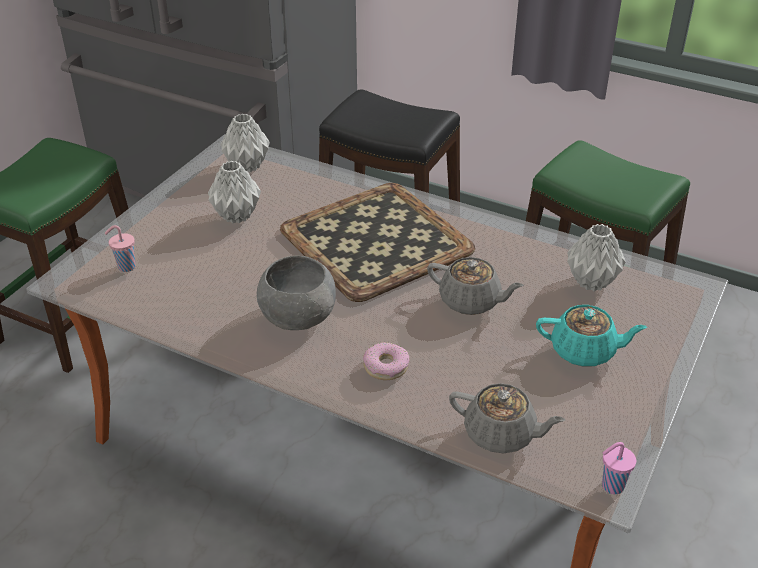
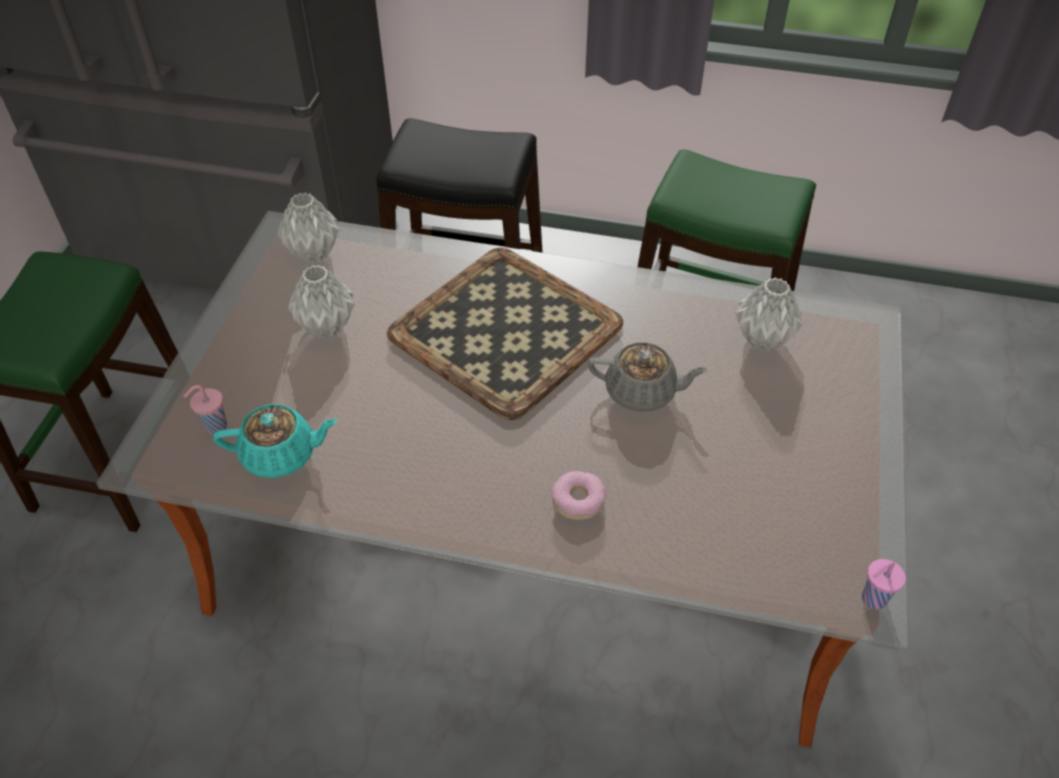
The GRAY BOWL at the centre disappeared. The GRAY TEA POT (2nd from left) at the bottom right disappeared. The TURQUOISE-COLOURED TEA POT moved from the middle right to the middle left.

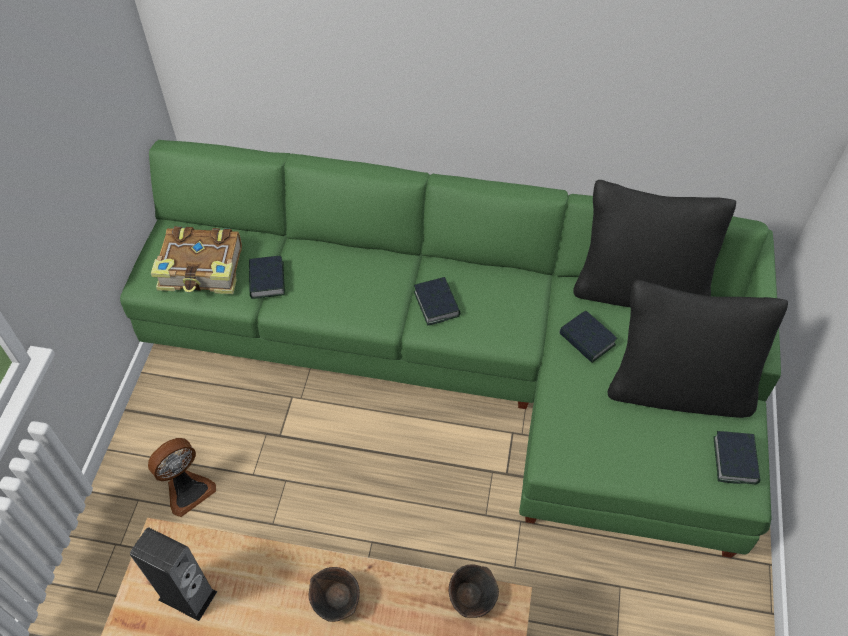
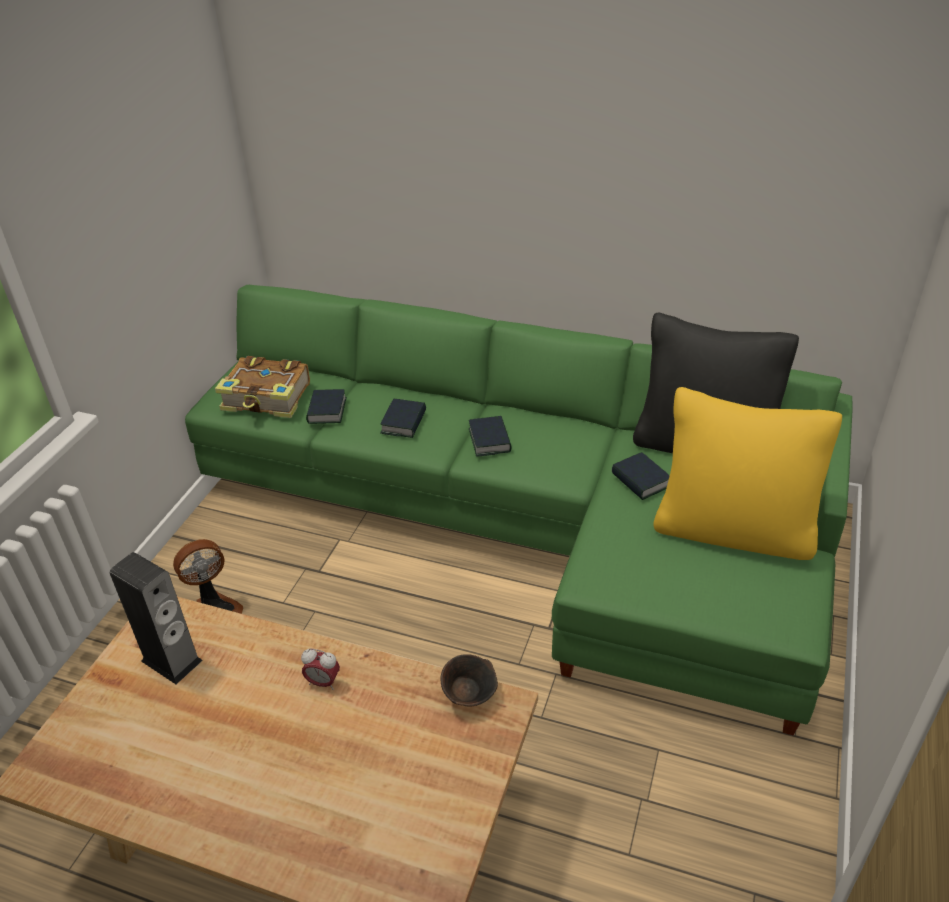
The BROWN-COLOURED BOWL (1st from left) at the bottom centre was replaced by the BEDSIDE CLOCK at the bottom centre. The BLACK THROW PILLOW (2nd from left) at the middle right became the YELLOWISH THROW PILLOW at the middle right. The BOOK (5th from left in the first image) moved from the bottom right to the centre.

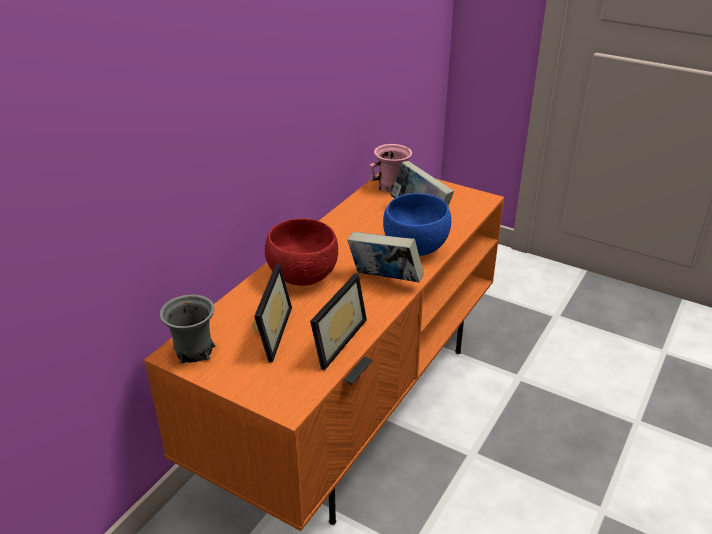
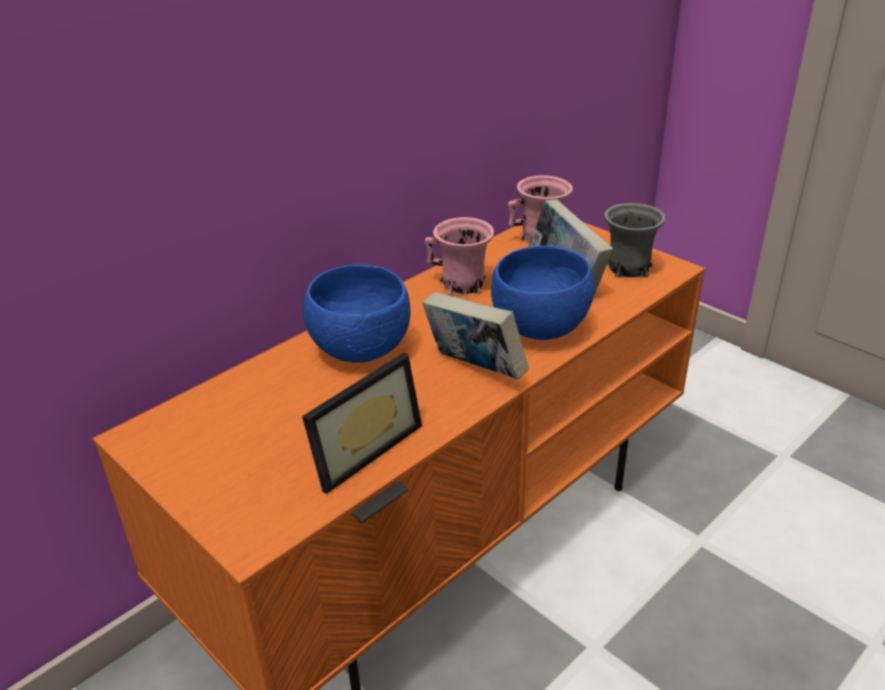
The GRAY TEA MUG moved from the middle left to the middle right. The STANDING FRAME (1st from left) at the centre disappeared. The RED BOWL at the centre became the BLUE BOWL (1st from left) at the centre. The PINKISH TEA MUG (1st from left) at the centre appeared.

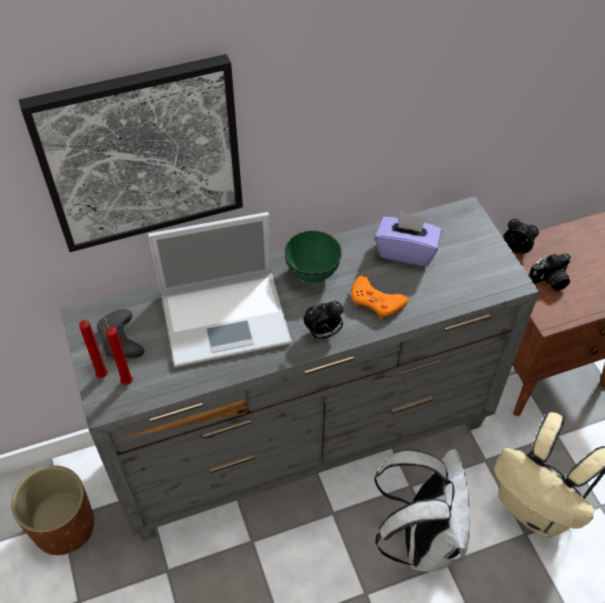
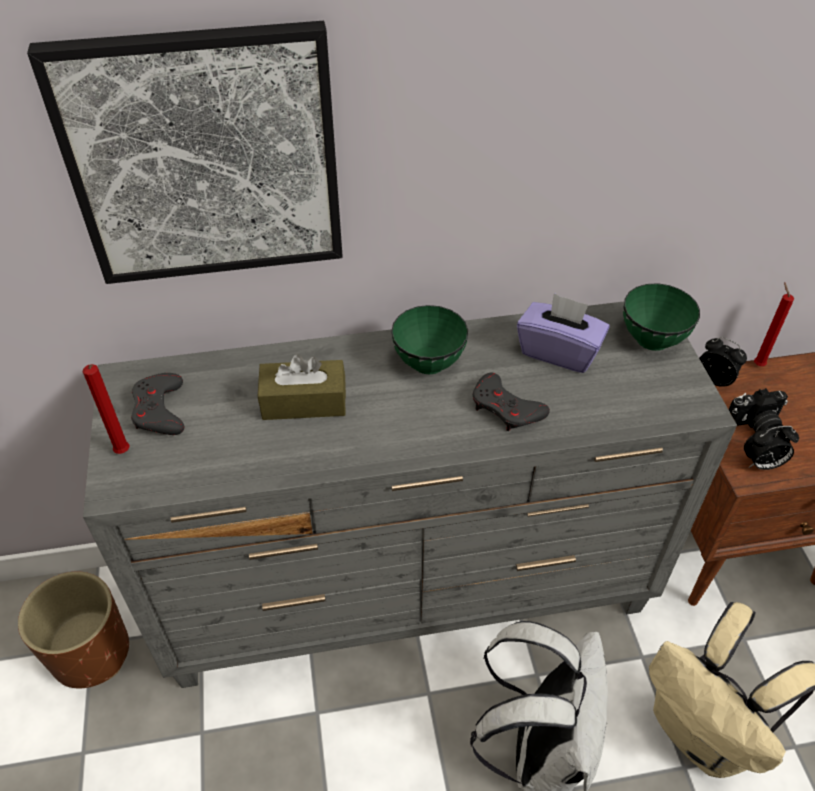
The RED WAX CANDLE (2nd from left) moved from the middle left to the middle right. The NOTEBOOK COMPUTER at the centre was replaced by the BROWN-COLOURED TISSUE BOX at the centre. The BEDSIDE CLOCK (1st from left in the first image) moved from the centre to the middle right. The ORANGEY JOYPAD at the centre became the GRAY JOYPAD (2nd from left) at the centre. The GREEN-COLOURED BOWL (2nd from left) at the middle right appeared.

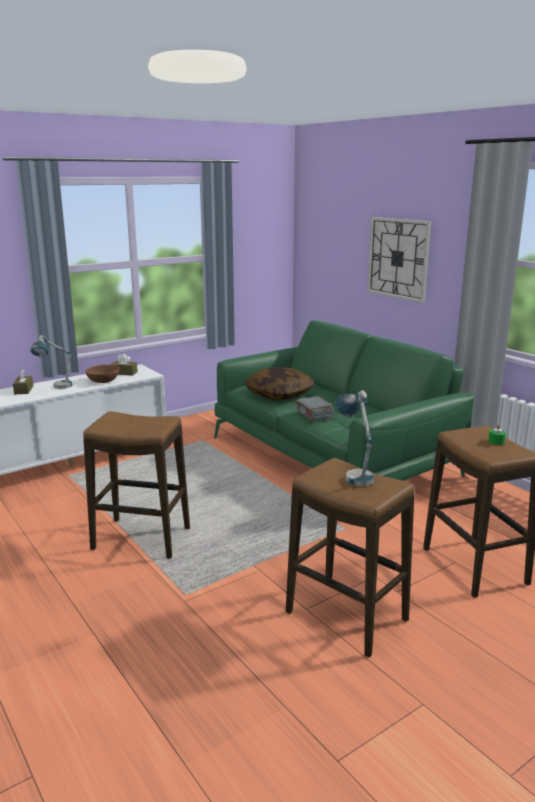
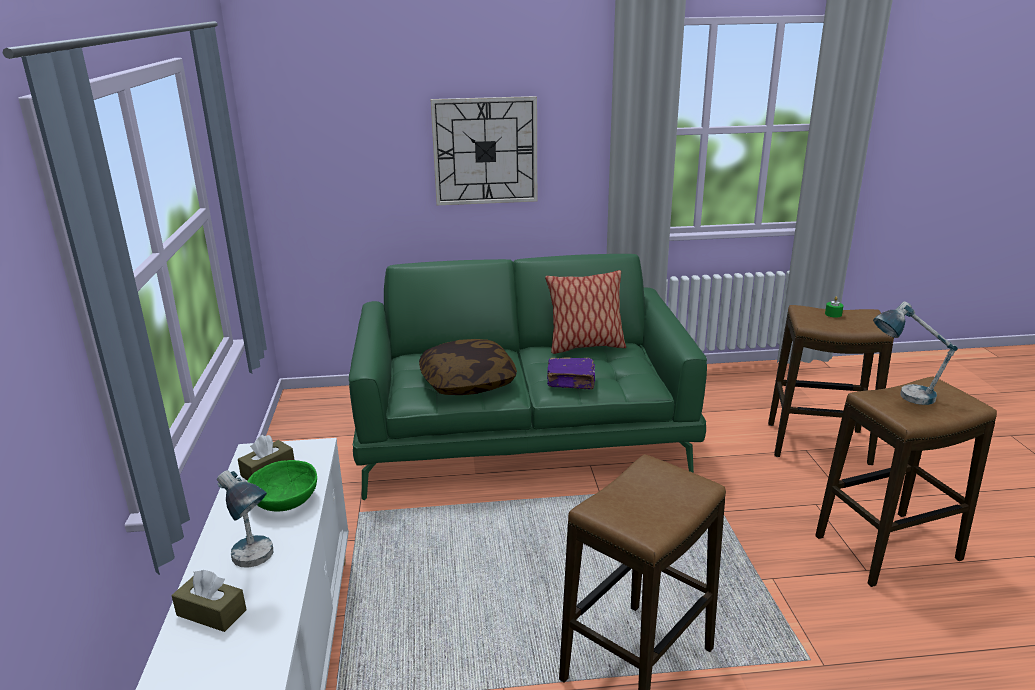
The BROWN-COLOURED BOWL at the middle left became the GREEN-COLOURED BOWL at the bottom left. The GRAY BOOK at the centre became the PURPLE BOOK at the centre. The THROW PILLOW (2nd from left) at the centre appeared.

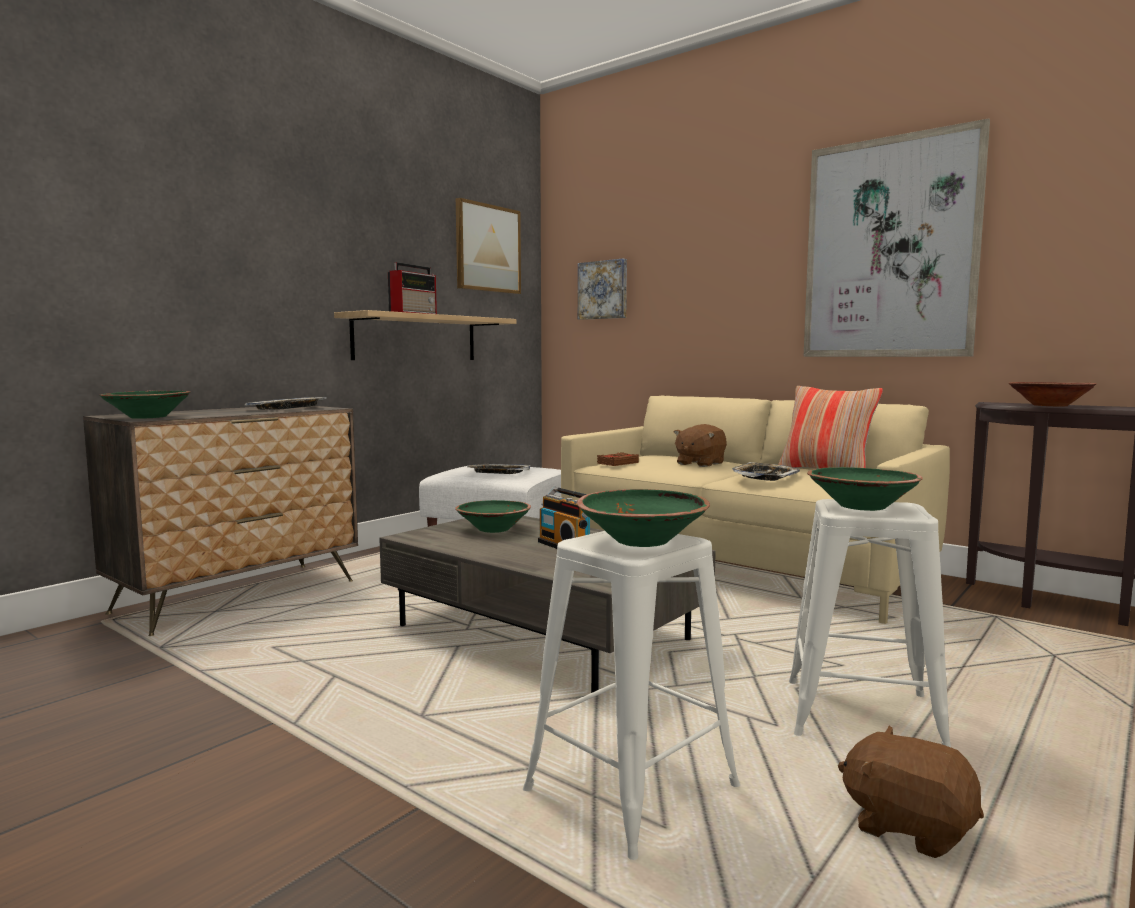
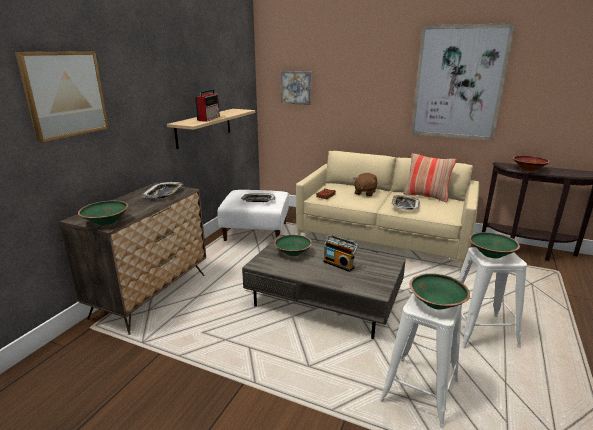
The WALL PICTURE (1st from left) moved from the top centre to the top left. The BROWN-COLOURED SOFT TOY (2nd from left) at the bottom right disappeared.

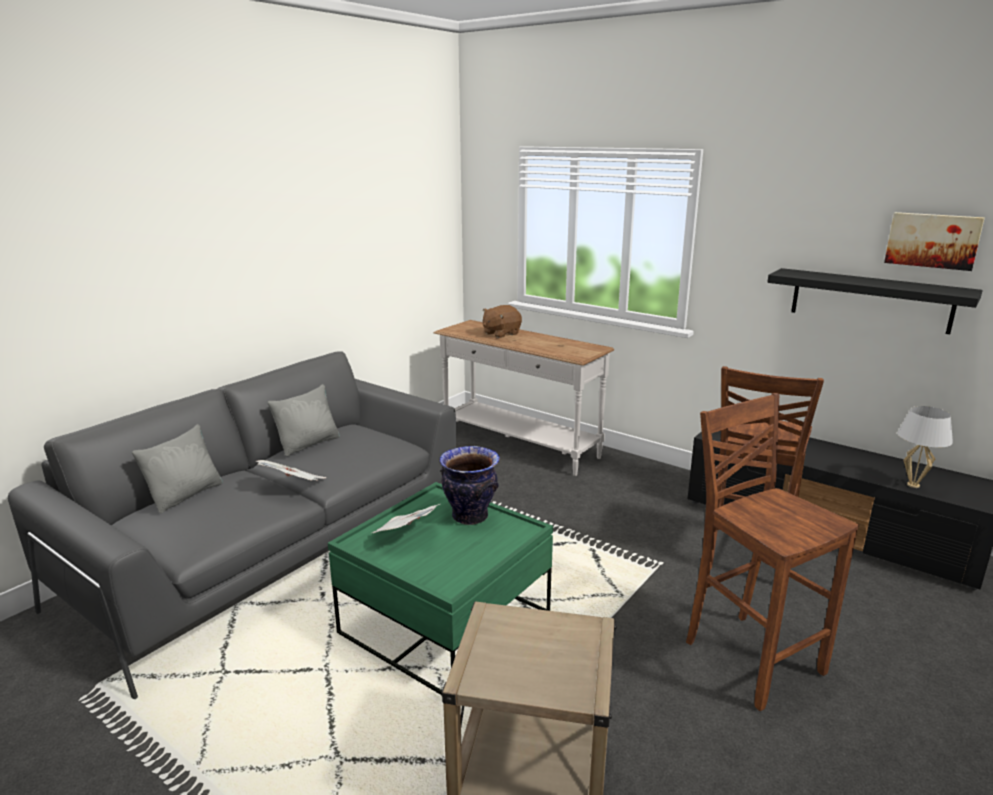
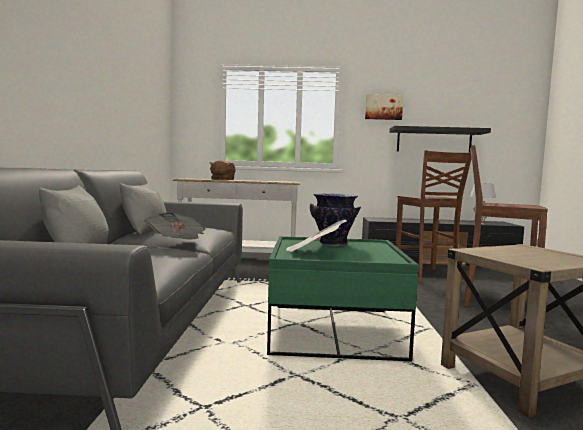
The WALL PICTURE moved from the top right to the top centre.

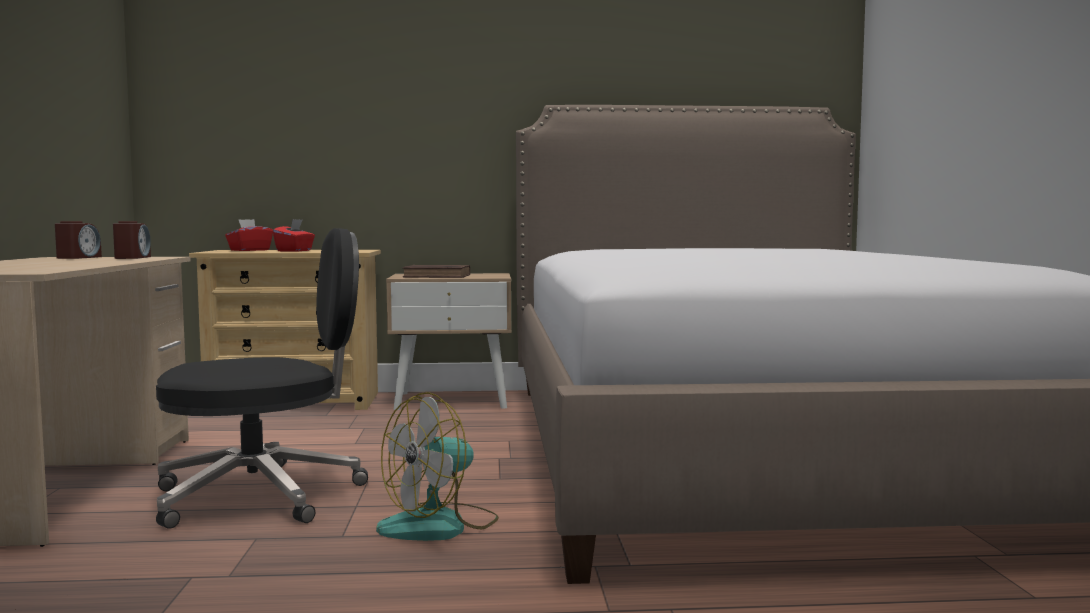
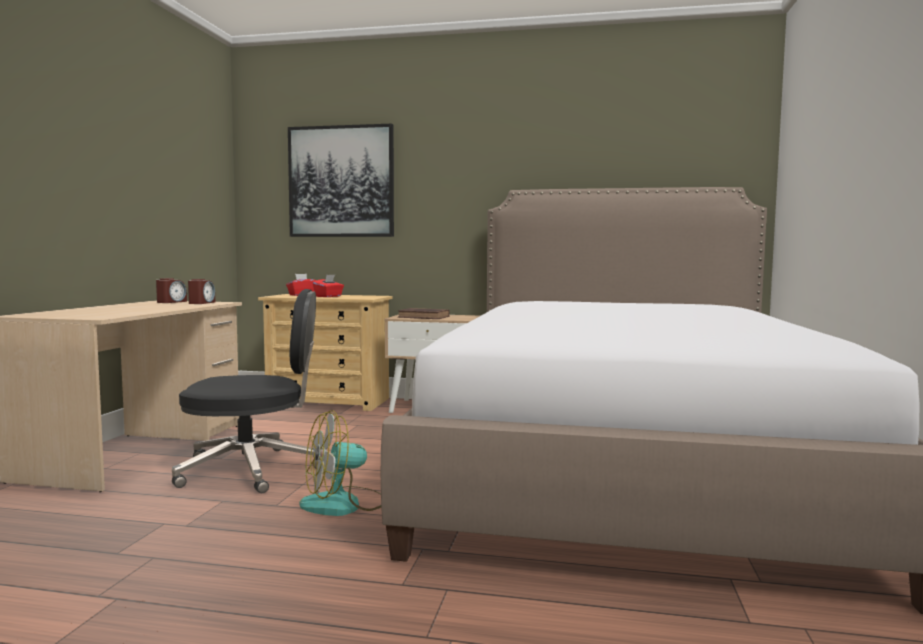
The WALL PICTURE at the top centre appeared.

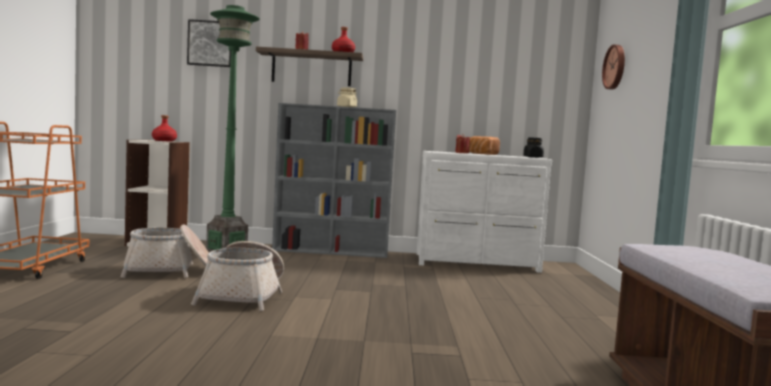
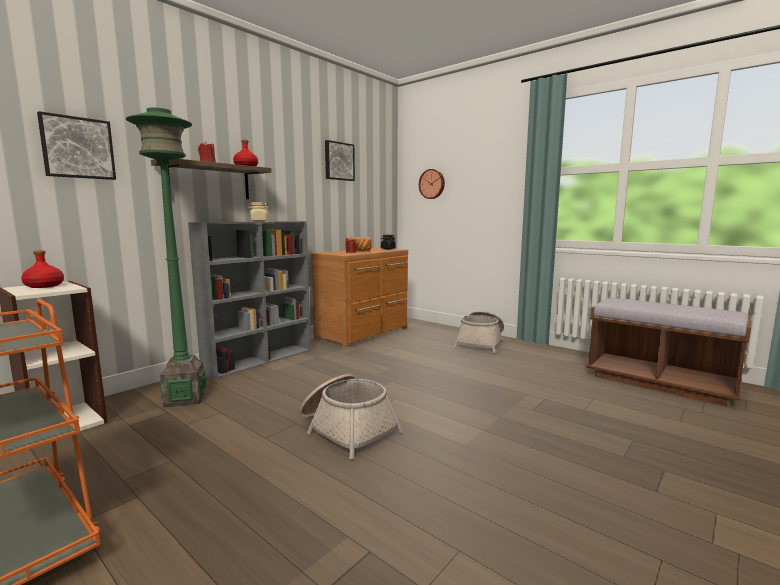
The BASKET (1st from left in the first image) moved from the middle left to the centre. The WHITISH DRESSER at the centre became the BROWN-COLOURED DRESSER at the centre. The WALL PICTURE (2nd from left) at the top centre appeared.

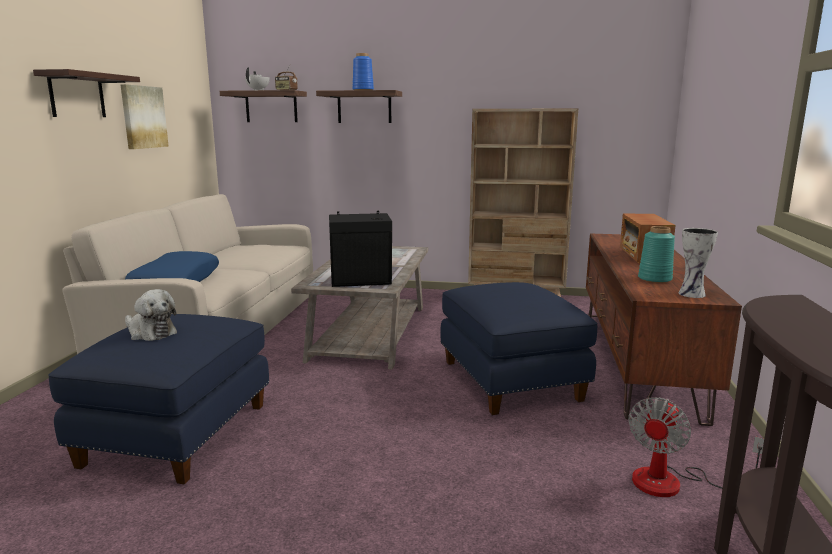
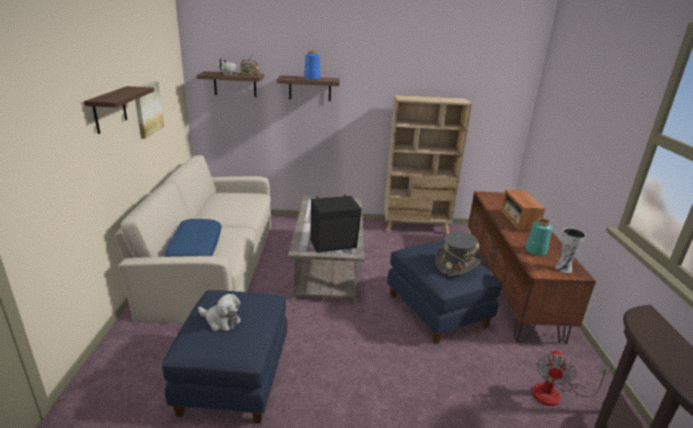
The GRAY WEARABLE HAT at the centre appeared.

